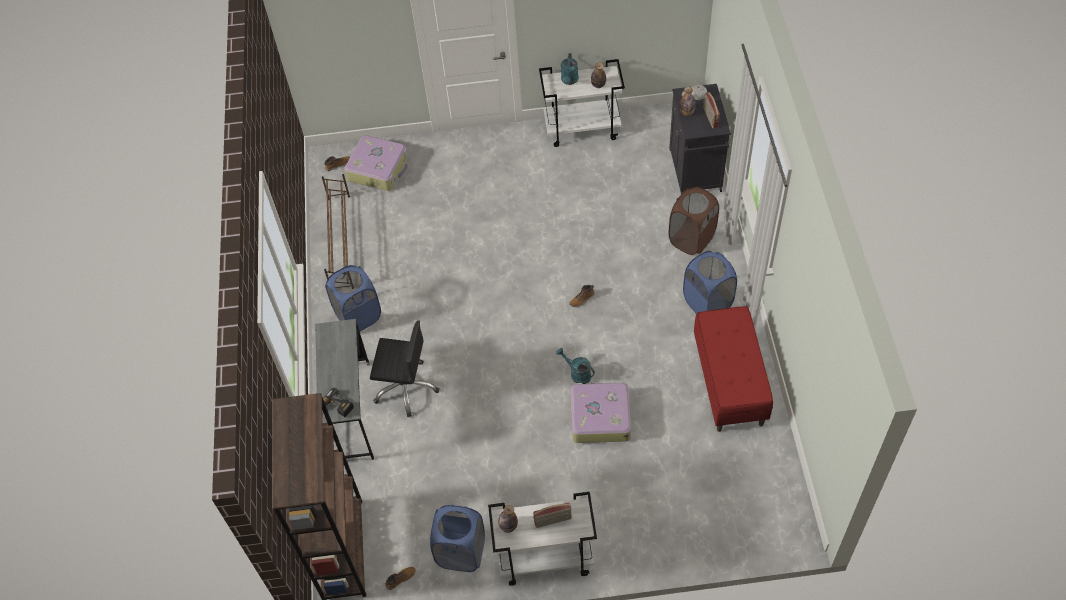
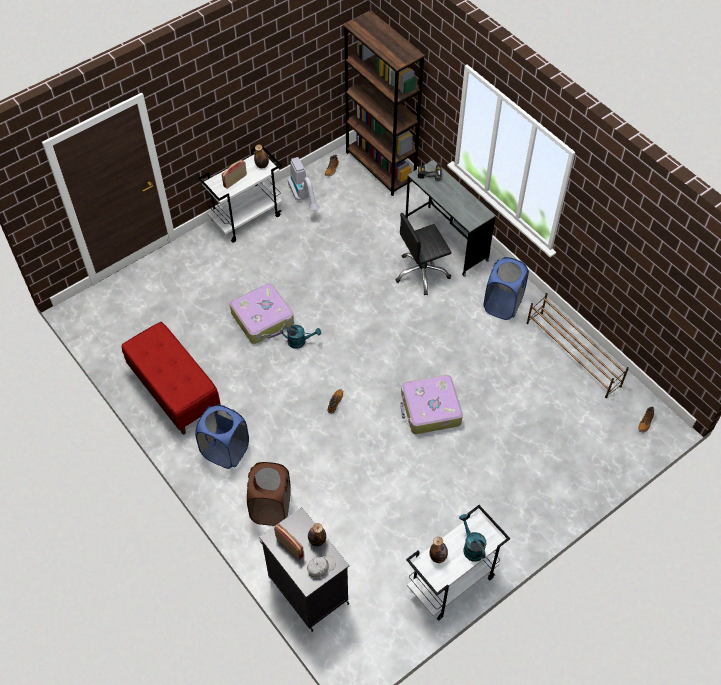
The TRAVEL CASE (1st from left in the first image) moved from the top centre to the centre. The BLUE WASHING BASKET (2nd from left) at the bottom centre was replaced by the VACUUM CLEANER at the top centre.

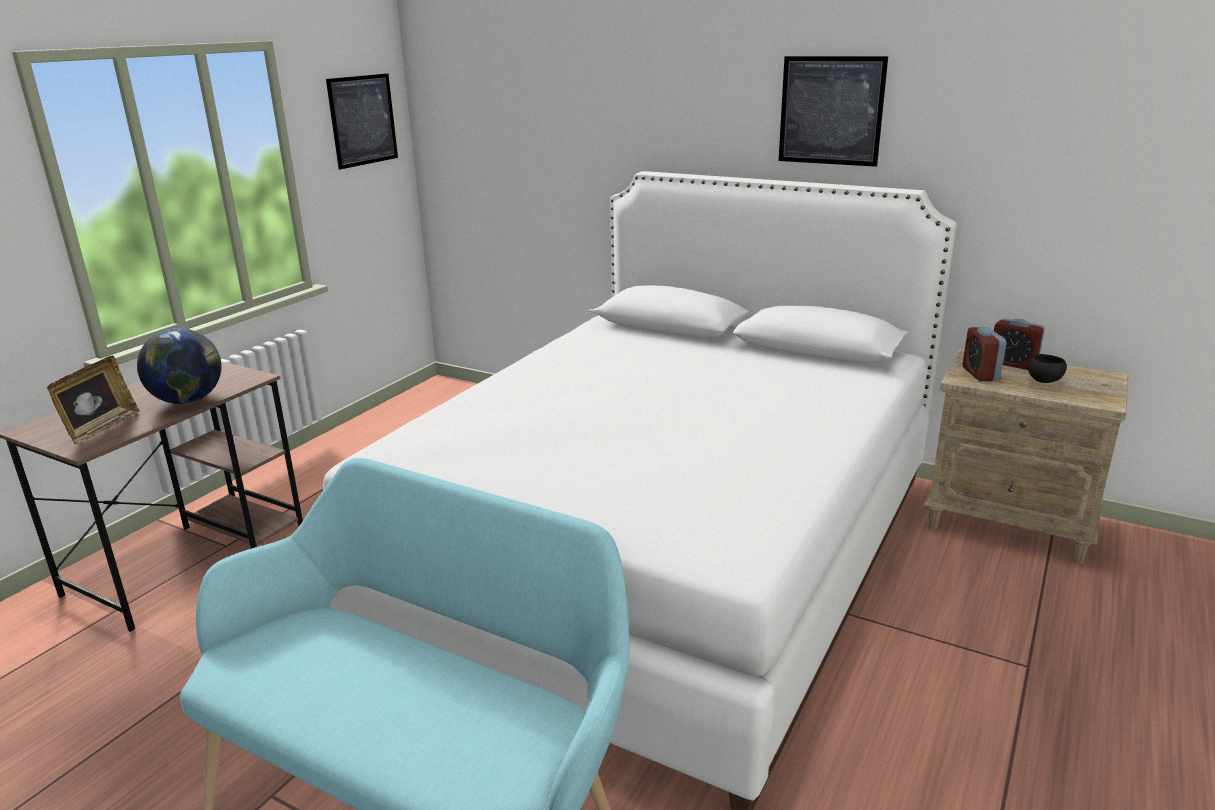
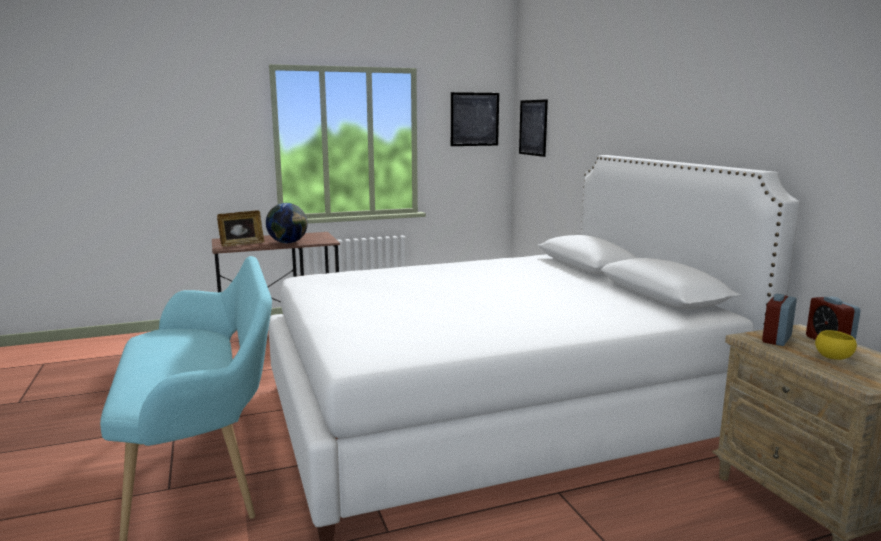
The WALL PICTURE (2nd from left) moved from the top right to the top centre. The BLACK BOWL at the middle right became the YELLOWISH BOWL at the middle right.

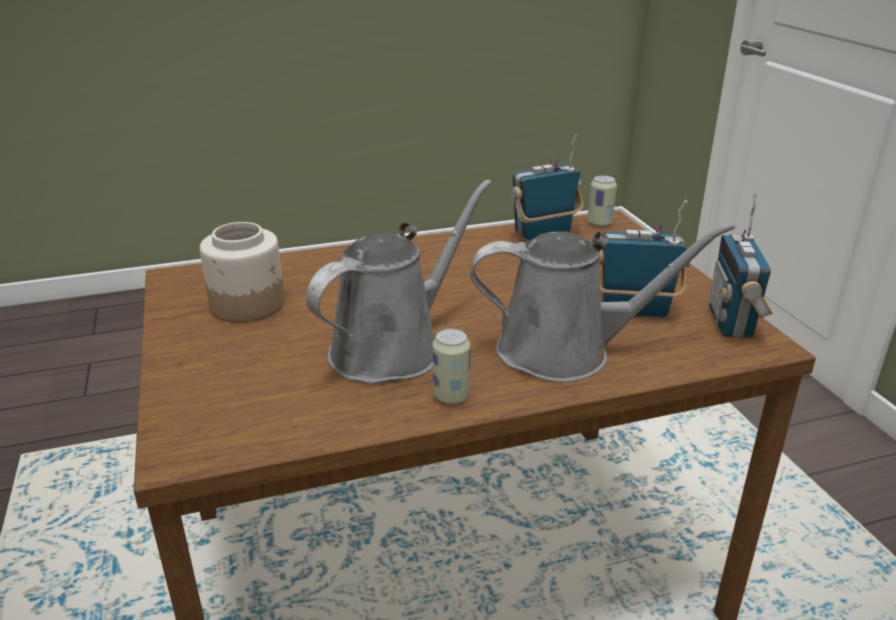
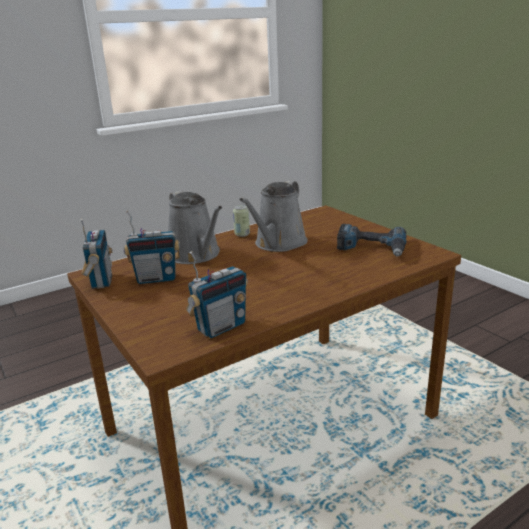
The STORAGE JAR at the middle left was replaced by the POWER DRILL at the middle right. The GRAY WATERING POT (2nd from left in the first image) at the middle right turned 105 degrees counterclockwise. The METAL CAN (2nd from left) at the top right disappeared.

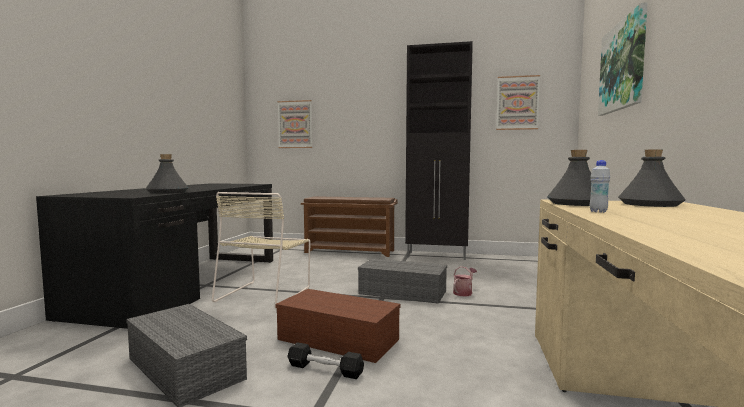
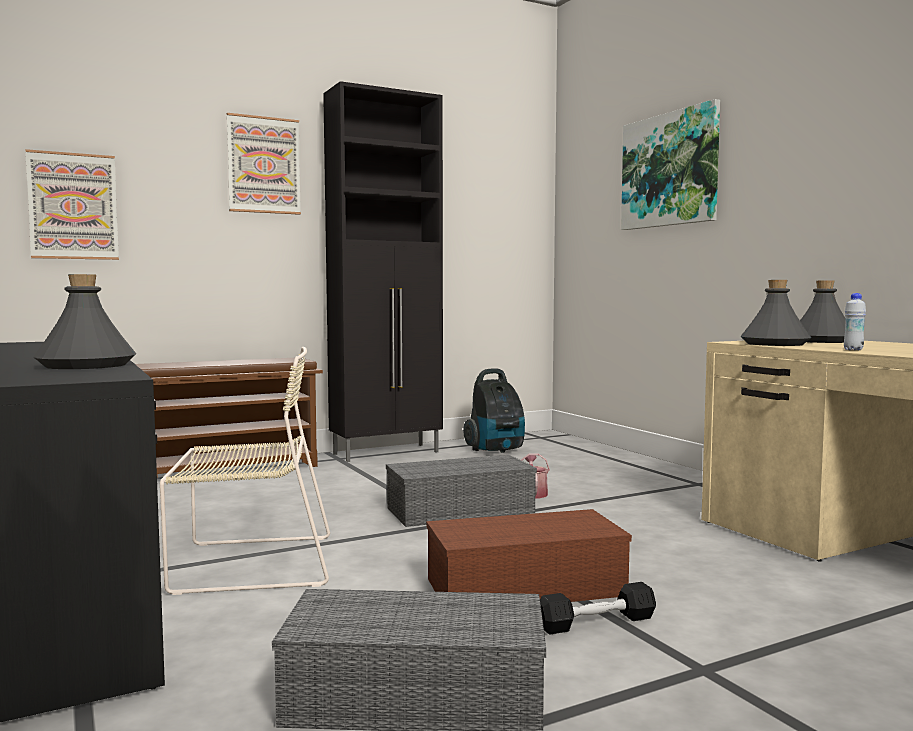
The SAND-COLOURED CHAIR at the centre turned 75 degrees counterclockwise. The WALL PICTURE (2nd from left) moved from the top right to the top left. The VACUUM CLEANER at the centre appeared.

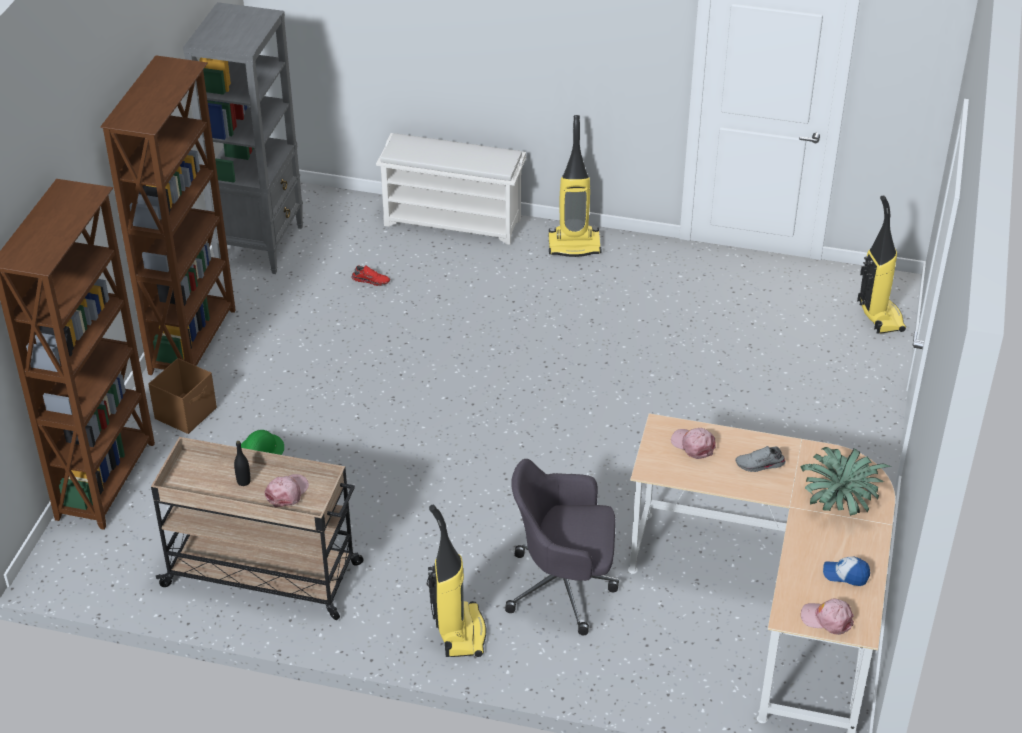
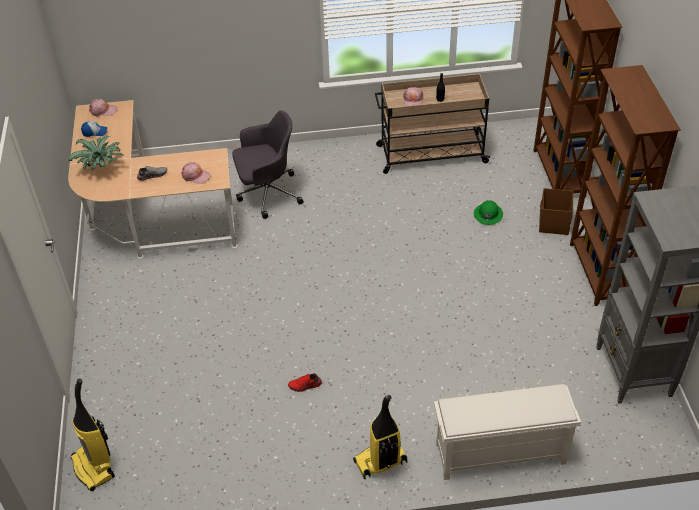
The RED LOW SHOE moved from the centre to the bottom centre. The VACUUM CLEANER (1st from left) at the bottom centre disappeared.

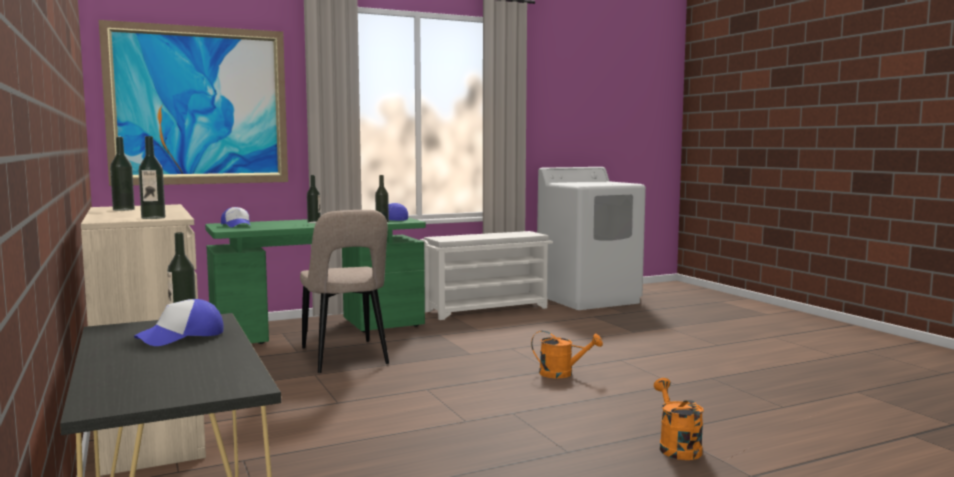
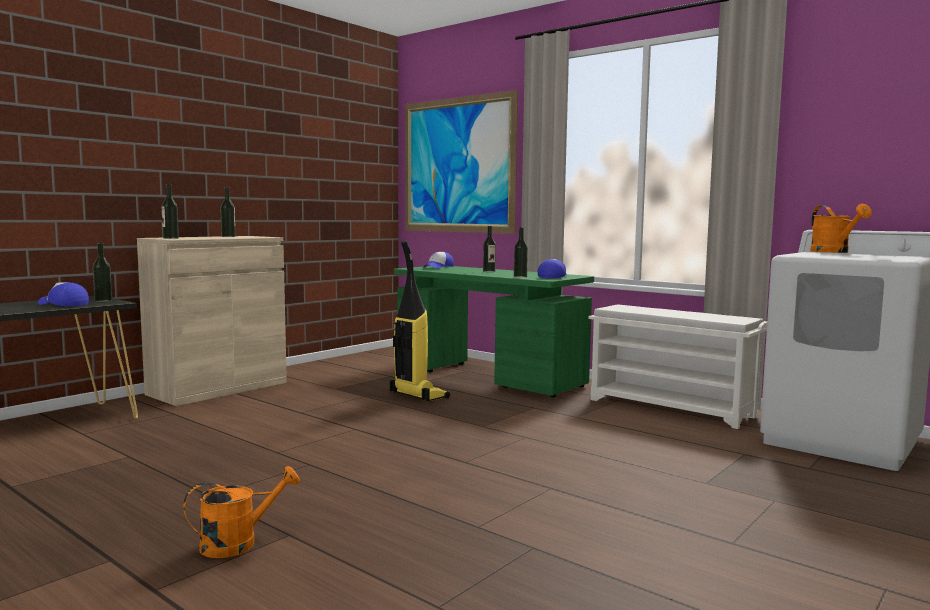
The SAND-COLOURED CHAIR at the centre was replaced by the VACUUM CLEANER at the centre. The ORANGEY WATERING POT (1st from left in the first image) moved from the bottom centre to the middle right.

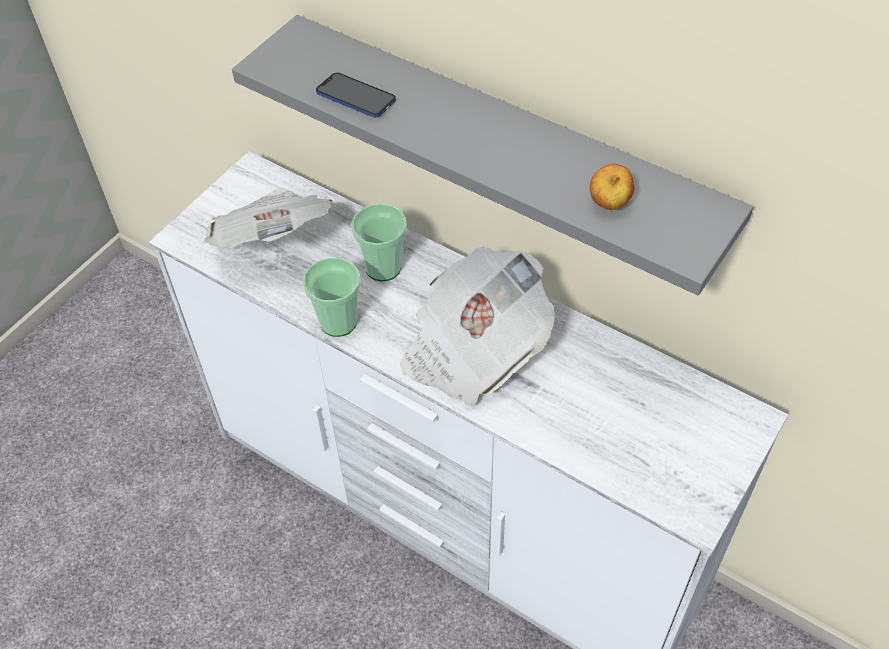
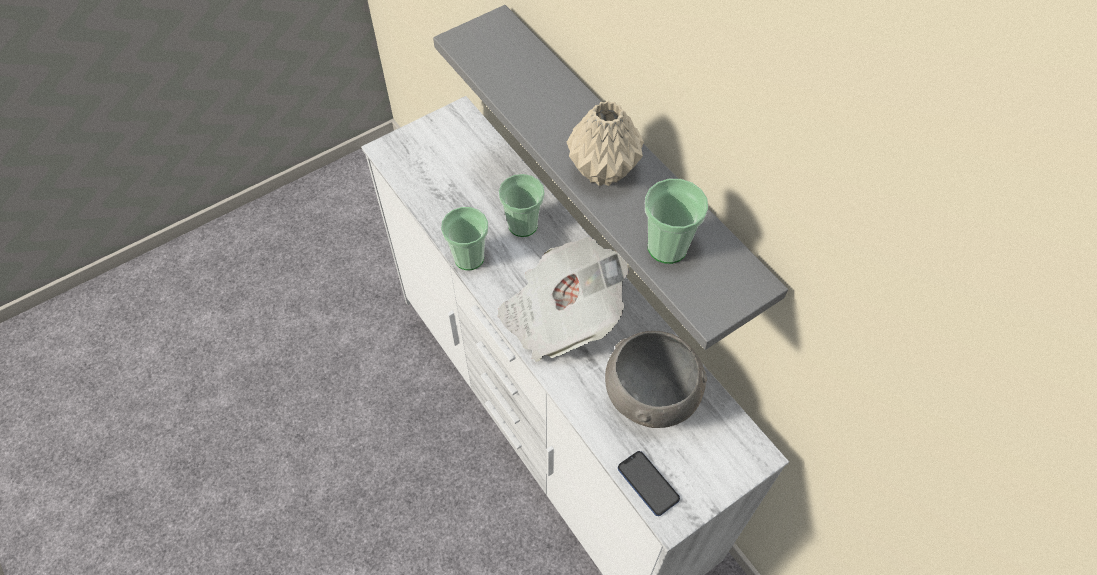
The PRINTED PAPER (1st from left) at the middle left disappeared. The HANDSET moved from the top centre to the bottom centre. The APPLE at the top right was replaced by the SMALL CUP (3rd from left) at the centre. The SAND-COLOURED VASE at the top centre appeared. The GRAY BOWL at the centre appeared.

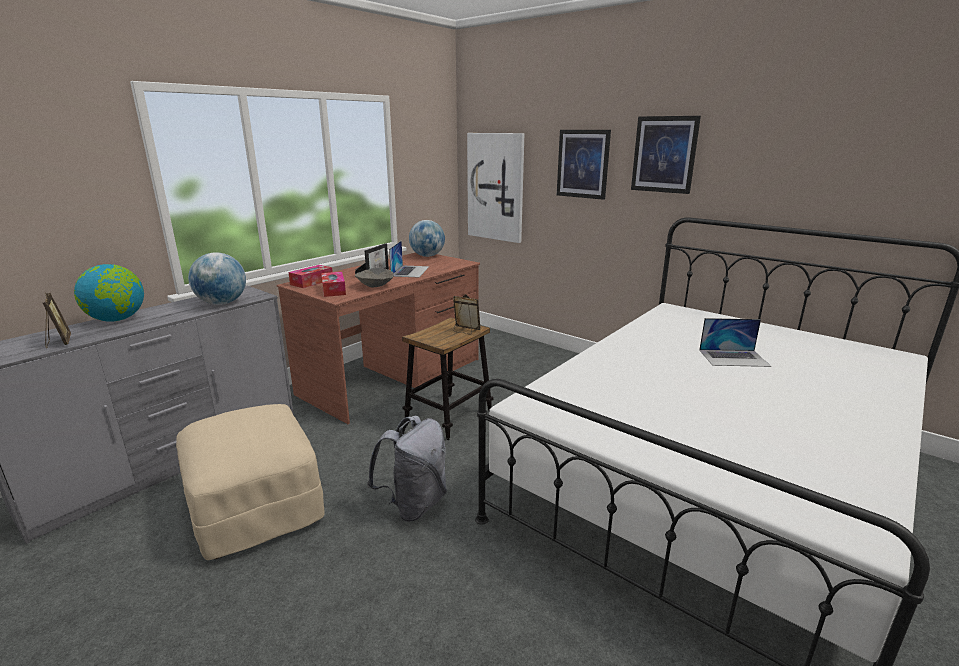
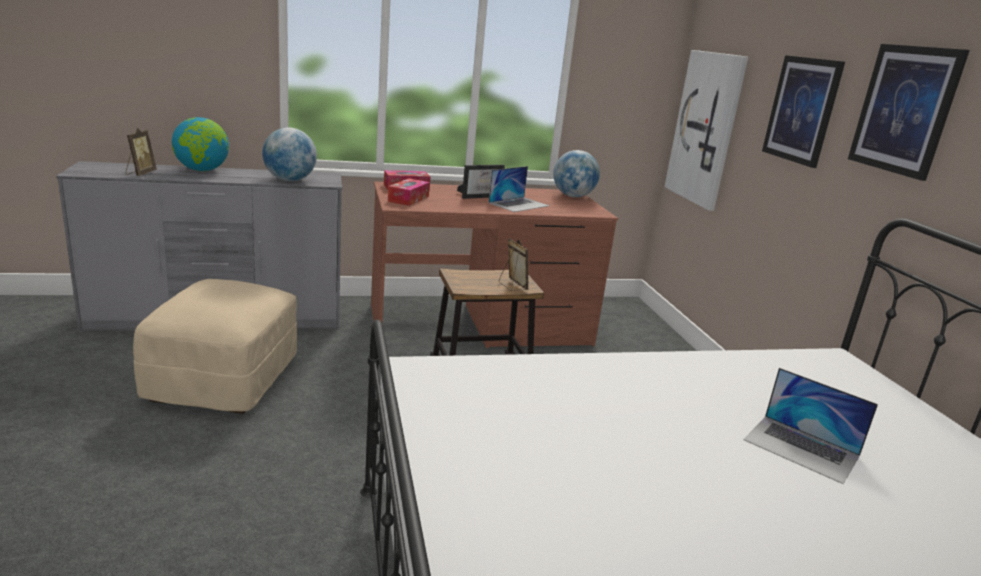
The GRAY BOWL at the centre disappeared. The GRAY RUCKSACK at the bottom centre disappeared.

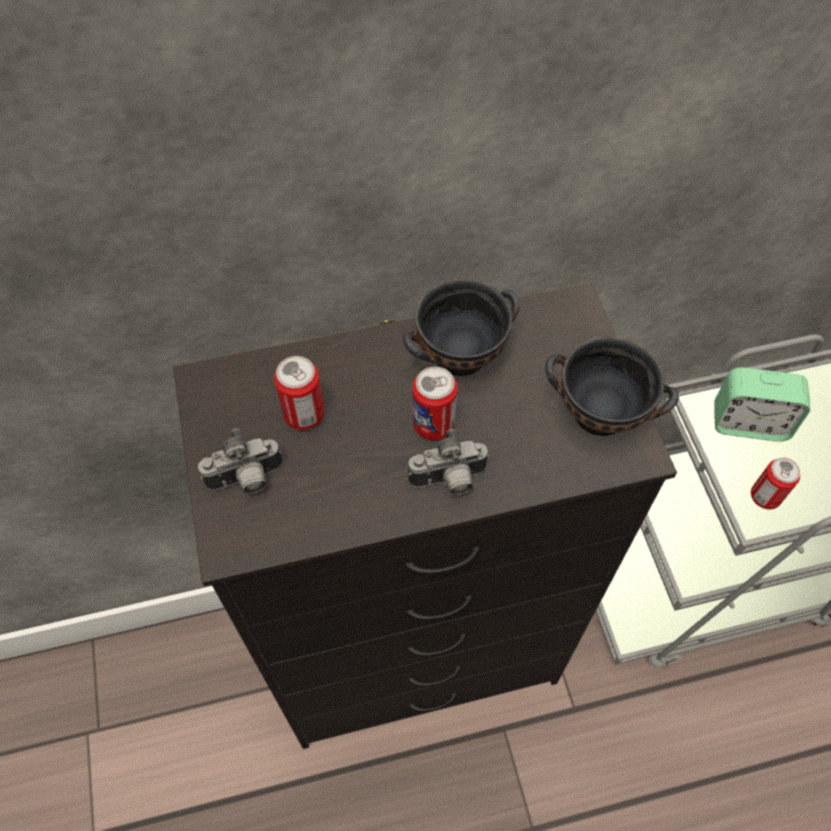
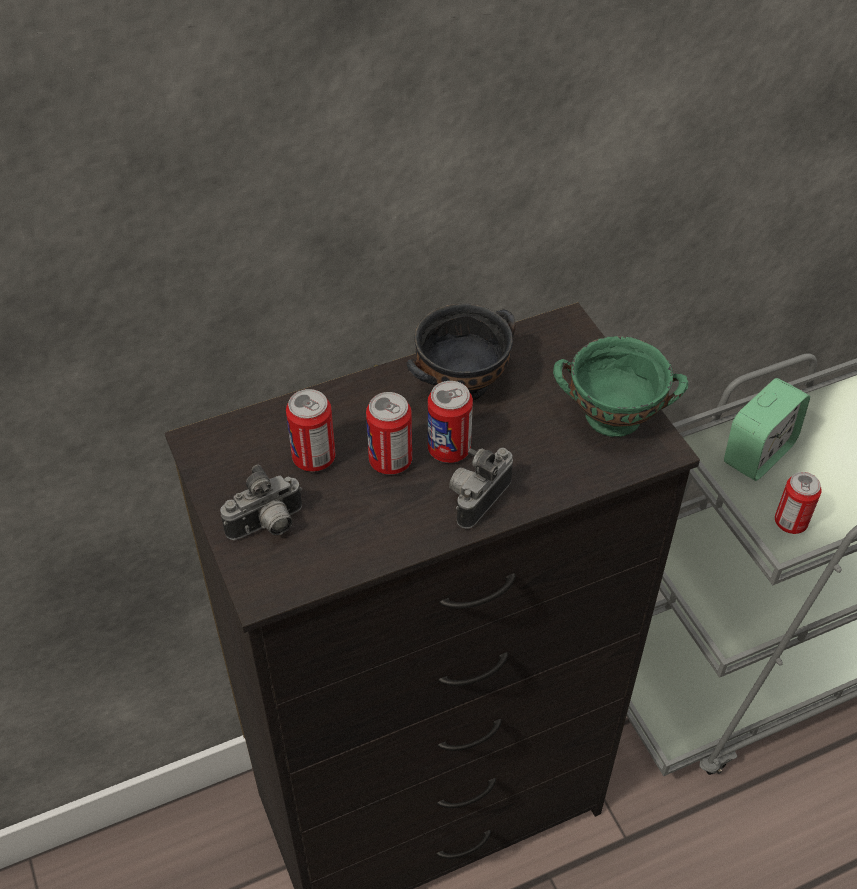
The PHOTO CAMERA (2nd from left) at the centre turned 150 degrees clockwise. The BLACK BOWL (2nd from left) at the middle right became the GREEN-COLOURED BOWL at the middle right. The BEDSIDE CLOCK at the middle right turned 45 degrees counterclockwise. The METAL CAN (2nd from left) at the centre appeared.

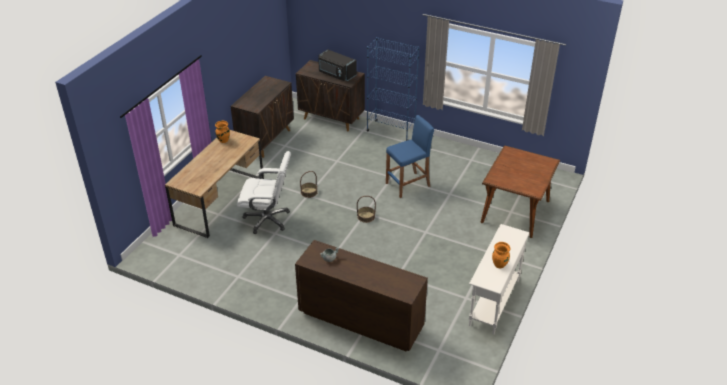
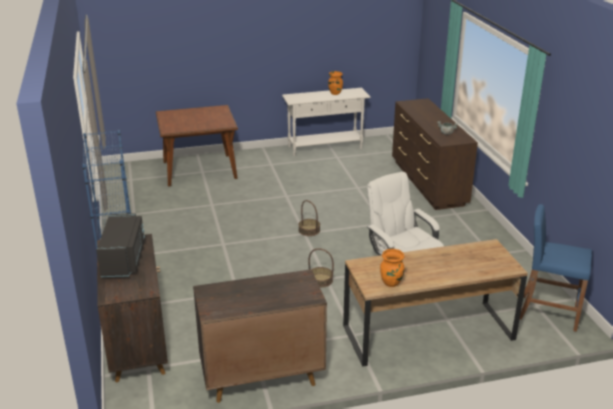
The BLUE STOOL SEAT moved from the centre to the middle right.

